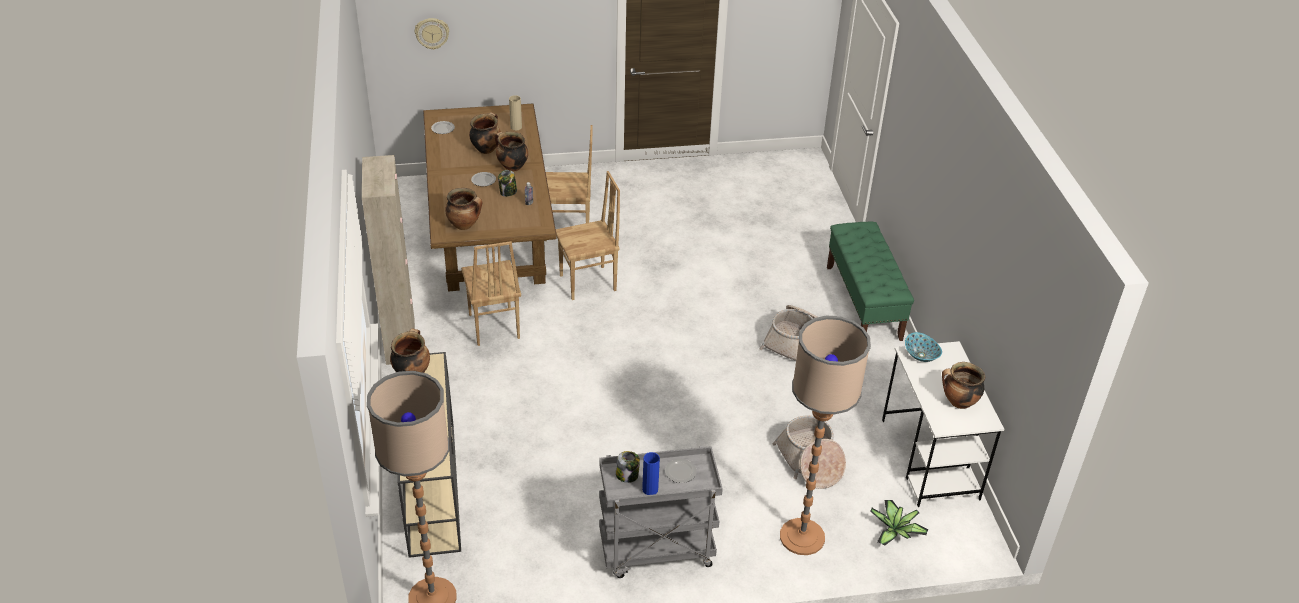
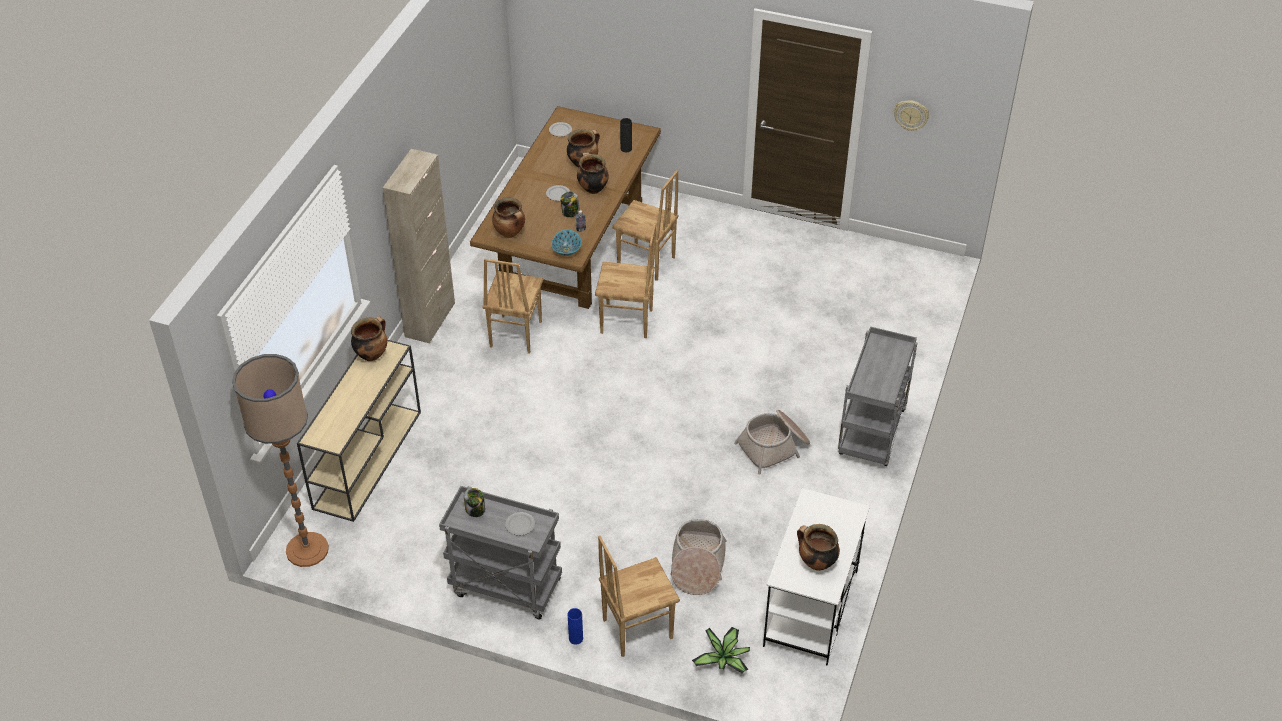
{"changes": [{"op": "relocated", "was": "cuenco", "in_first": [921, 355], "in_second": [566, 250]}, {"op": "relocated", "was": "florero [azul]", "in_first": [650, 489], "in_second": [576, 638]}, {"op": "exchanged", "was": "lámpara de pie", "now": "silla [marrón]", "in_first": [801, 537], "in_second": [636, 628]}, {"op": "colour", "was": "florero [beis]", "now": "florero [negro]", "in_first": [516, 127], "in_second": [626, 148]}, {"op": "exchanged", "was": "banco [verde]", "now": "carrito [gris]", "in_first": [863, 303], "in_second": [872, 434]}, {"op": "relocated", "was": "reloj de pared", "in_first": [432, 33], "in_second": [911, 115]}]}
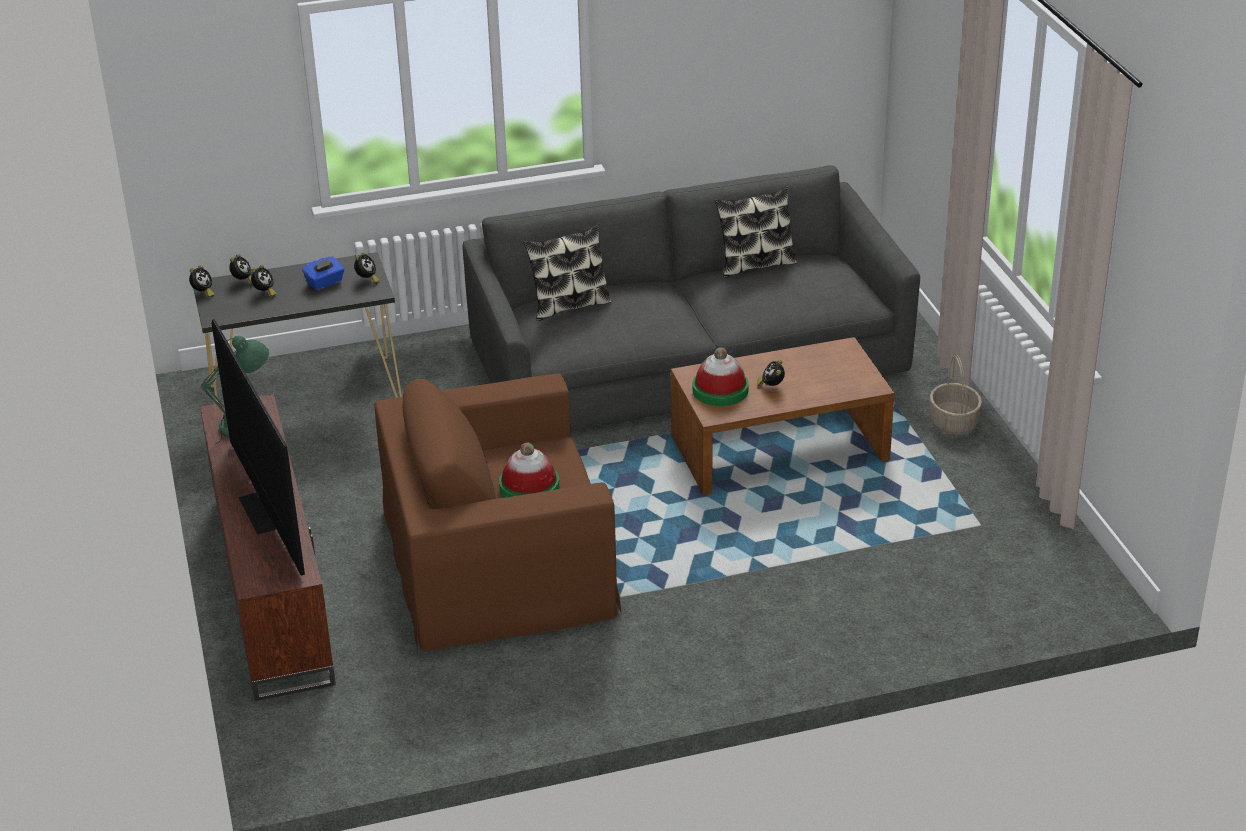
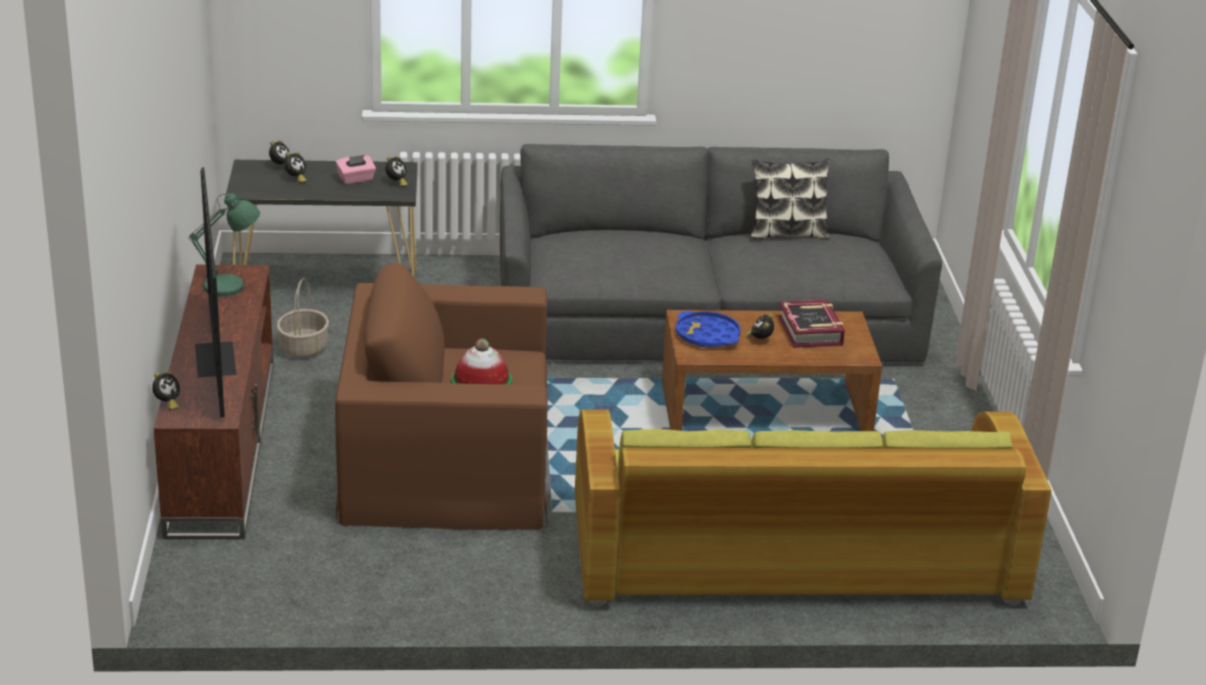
{"changes": [{"op": "relocated", "was": "despertador", "in_first": [203, 293], "in_second": [167, 404]}, {"op": "relocated", "was": "cesta", "in_first": [954, 423], "in_second": [304, 348]}, {"op": "colour", "was": "caja de pañuelos [azul]", "now": "caja de pañuelos [rosa]", "in_first": [325, 283], "in_second": [356, 179]}, {"op": "appeared", "now": "sofá [verde]", "in_second": [793, 555]}, {"op": "exchanged", "was": "sombrero", "now": "bandeja [azul]", "in_first": [720, 390], "in_second": [707, 335]}, {"op": "appeared", "now": "libro", "in_second": [811, 331]}, {"op": "missing", "was": "cojín", "in_first": [569, 305]}]}
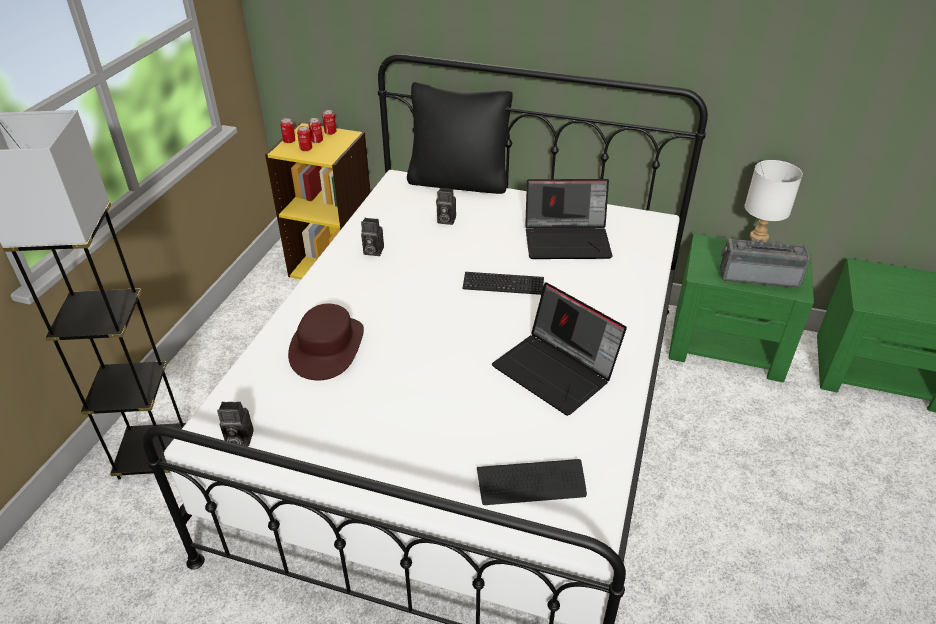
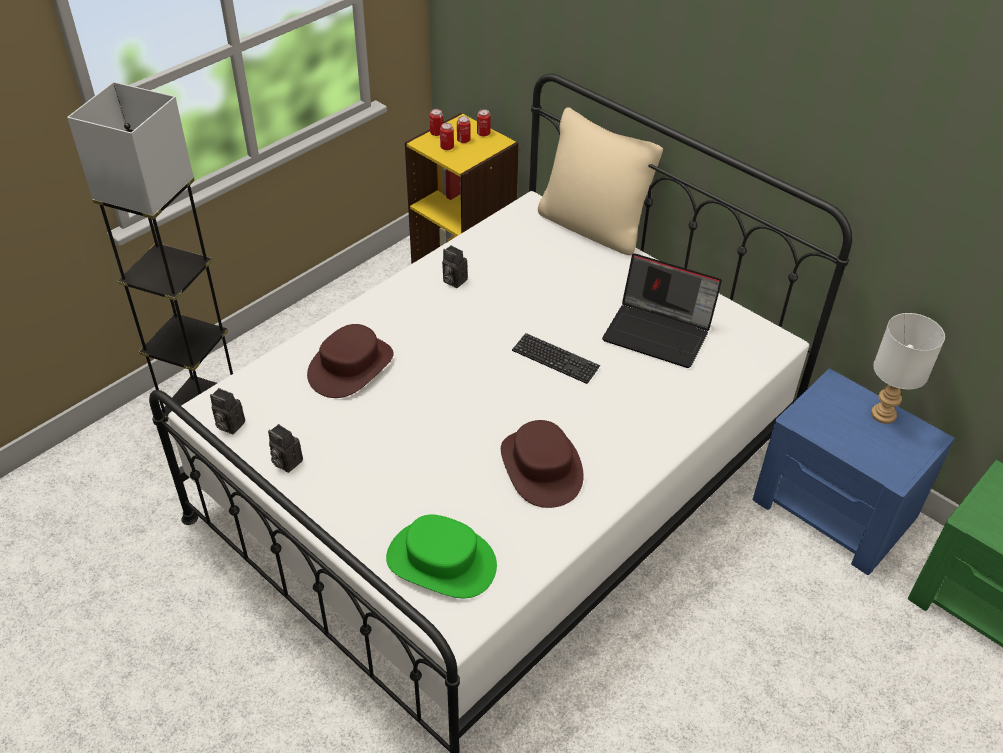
{"changes": [{"op": "relocated", "was": "cámara", "in_first": [445, 220], "in_second": [285, 462]}, {"op": "exchanged", "was": "teclado", "now": "sombrero [verde]", "in_first": [531, 483], "in_second": [441, 561]}, {"op": "exchanged", "was": "portátil", "now": "sombrero [marrón]", "in_first": [556, 371], "in_second": [541, 467]}, {"op": "colour", "was": "cojín [negro]", "now": "cojín [beis]", "in_first": [459, 181], "in_second": [593, 227]}, {"op": "colour", "was": "mesita de noche [verde]", "now": "mesita de noche [azul]", "in_first": [728, 344], "in_second": [835, 509]}, {"op": "missing", "was": "radio", "in_first": [758, 275]}]}
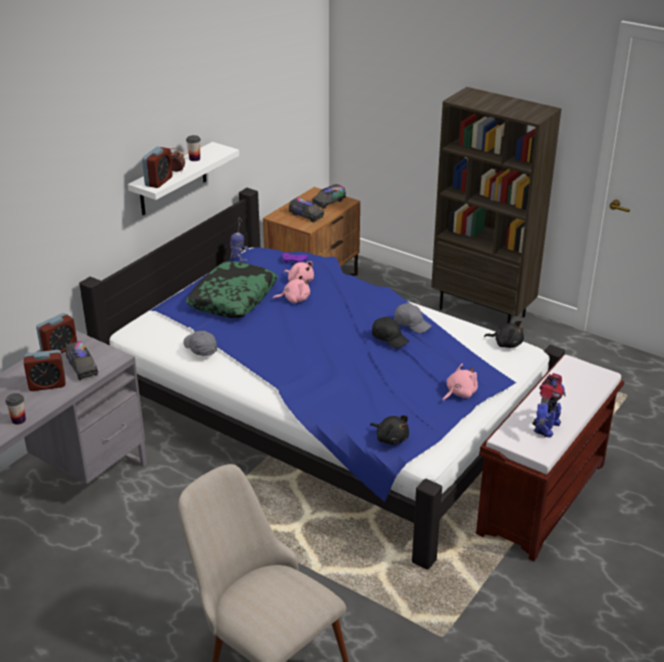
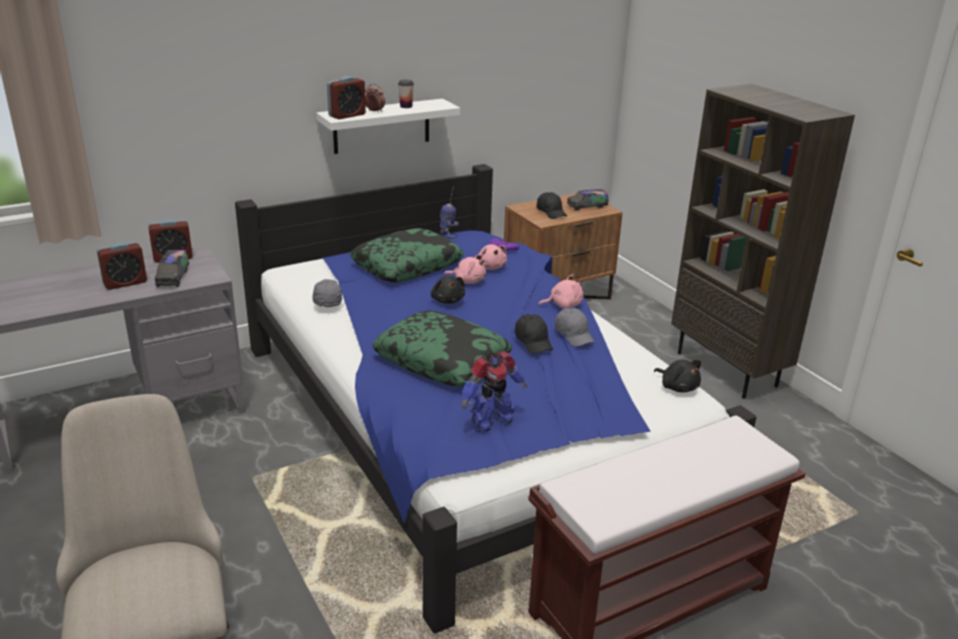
{"changes": [{"op": "spun", "was": "despertador", "in_first": [47, 384], "in_second": [125, 283], "clockwise": -45}, {"op": "appeared", "now": "cojín", "in_second": [442, 360]}, {"op": "relocated", "was": "peluche [negro]", "in_first": [391, 438], "in_second": [447, 300]}, {"op": "relocated", "was": "robot de juguete", "in_first": [545, 427], "in_second": [491, 420]}, {"op": "exchanged", "was": "camión de juguete", "now": "gorra [negro]", "in_first": [306, 215], "in_second": [551, 212]}, {"op": "relocated", "was": "peluche [rosa]", "in_first": [459, 393], "in_second": [563, 305]}, {"op": "missing", "was": "taza", "in_first": [18, 420]}]}
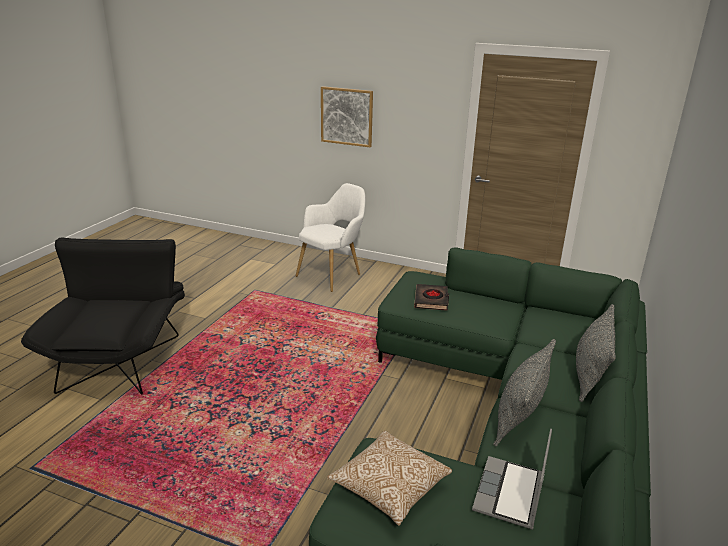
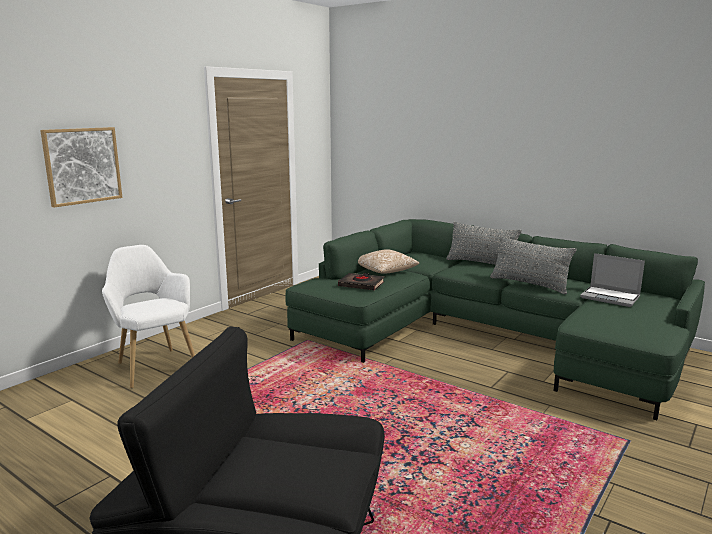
{"changes": [{"op": "relocated", "was": "cojín", "in_first": [389, 487], "in_second": [384, 271]}]}
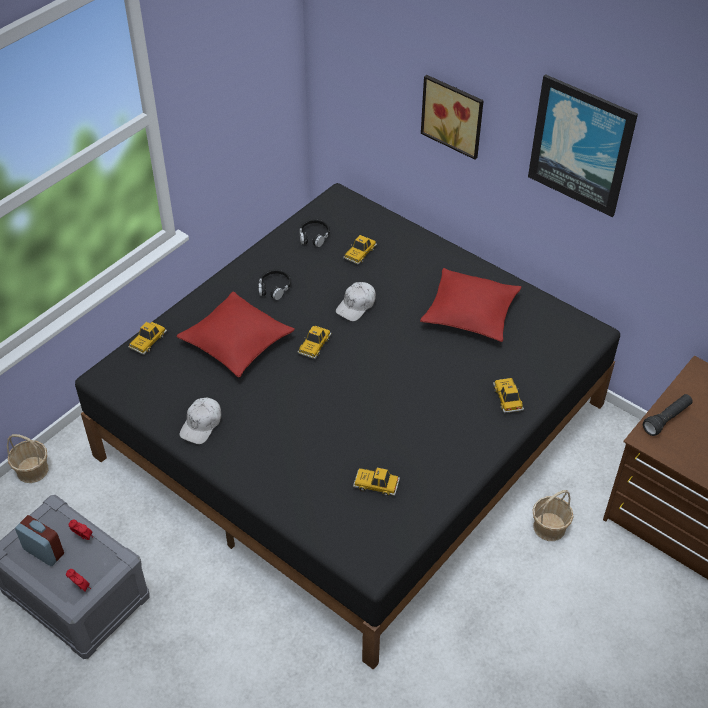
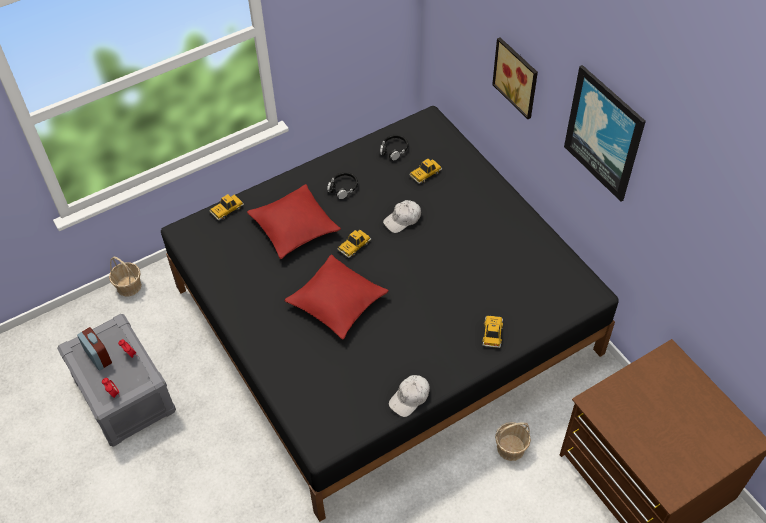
{"changes": [{"op": "relocated", "was": "cojín [rojo]", "in_first": [470, 313], "in_second": [337, 302]}, {"op": "relocated", "was": "gorra [blanco]", "in_first": [201, 424], "in_second": [410, 398]}, {"op": "missing", "was": "coche de juguete", "in_first": [376, 484]}, {"op": "missing", "was": "linterna [negro]", "in_first": [666, 419]}]}
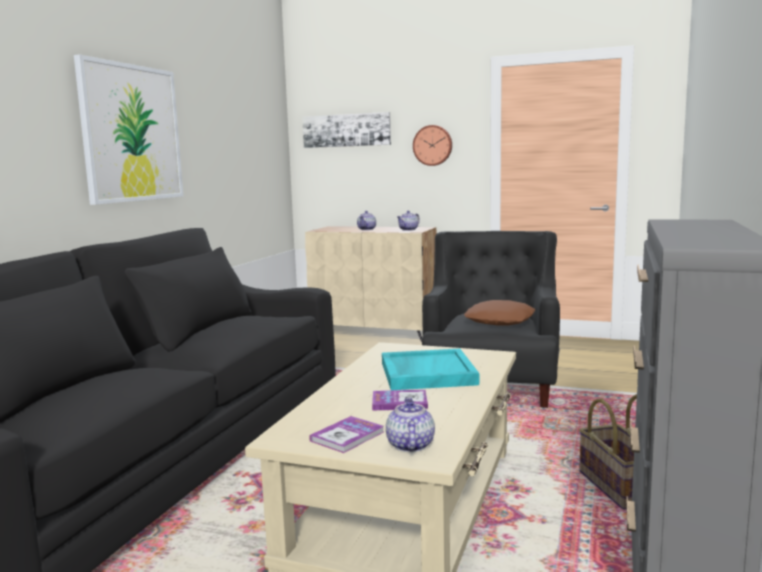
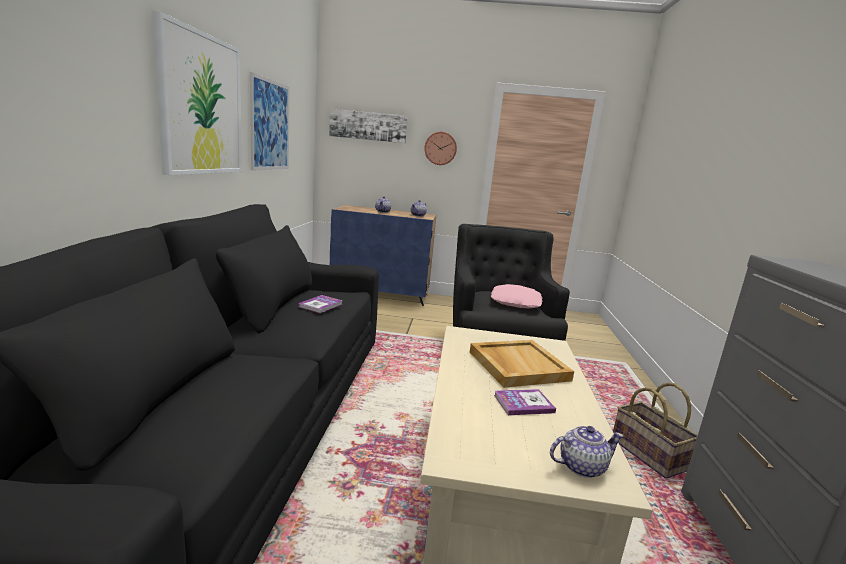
{"changes": [{"op": "appeared", "now": "cuadro", "in_second": [270, 125]}, {"op": "relocated", "was": "libro", "in_first": [347, 436], "in_second": [320, 305]}, {"op": "colour", "was": "armario [beis]", "now": "armario [azul]", "in_first": [375, 332], "in_second": [381, 294]}, {"op": "colour", "was": "bandeja [turquesa]", "now": "bandeja [beis]", "in_first": [426, 373], "in_second": [517, 365]}, {"op": "colour", "was": "cojín [marrón]", "now": "cojín [rosa]", "in_first": [500, 321], "in_second": [516, 302]}, {"op": "spun", "was": "tetera", "in_first": [409, 445], "in_second": [581, 466], "clockwise": 90}]}
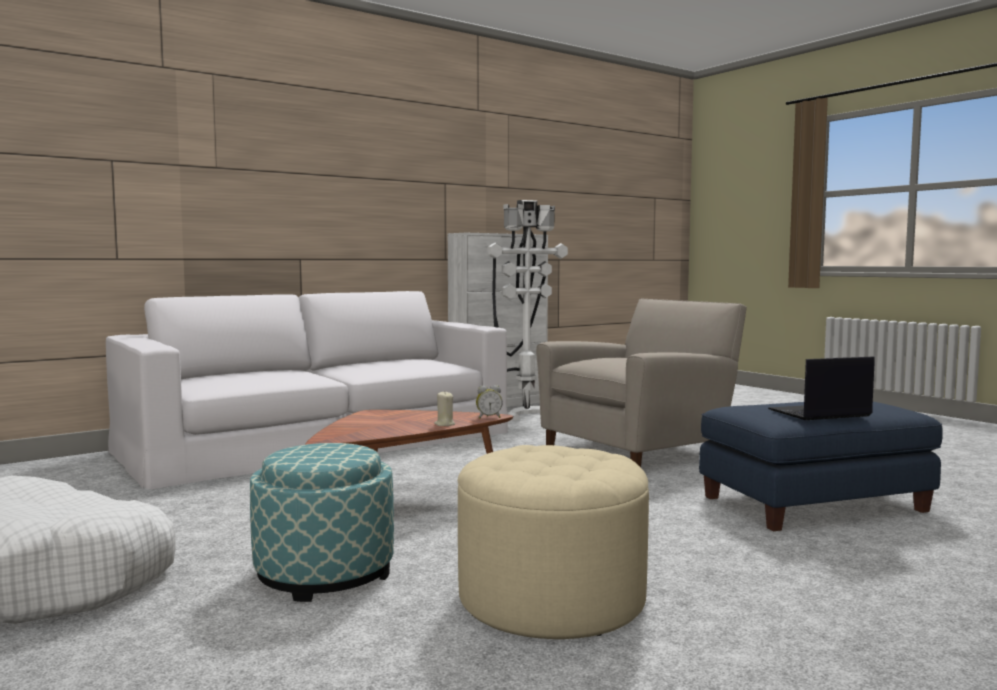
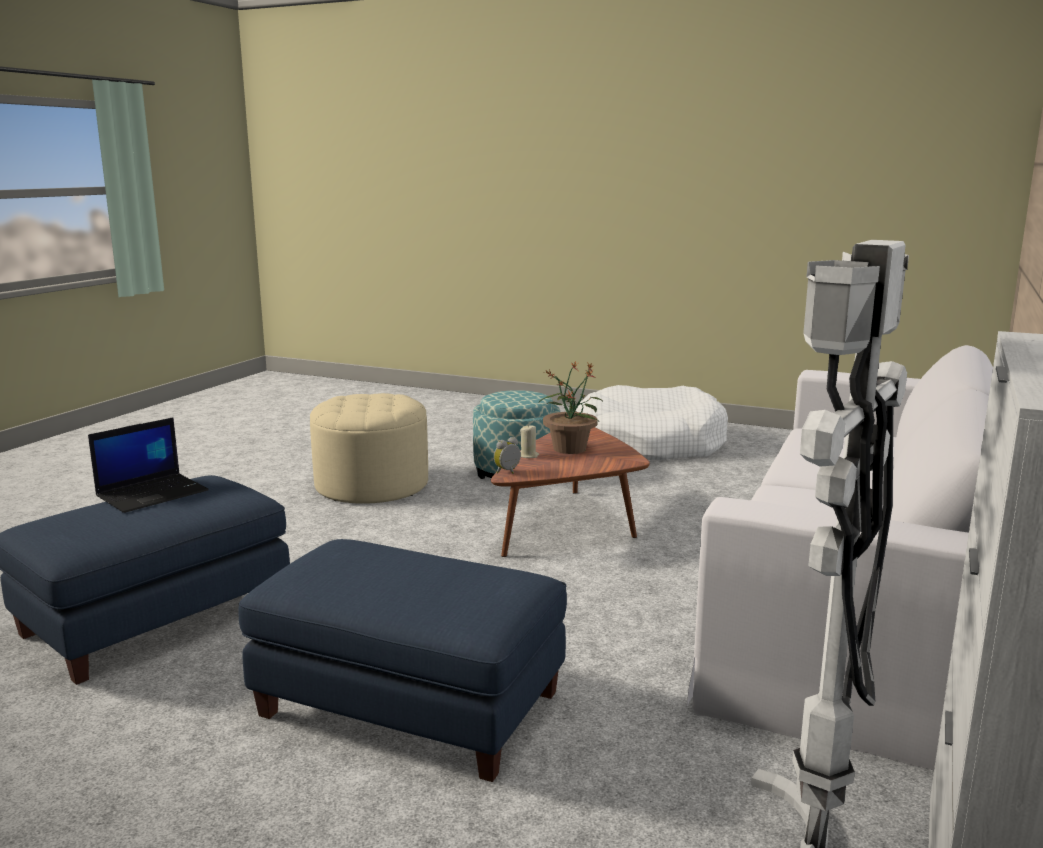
{"changes": [{"op": "exchanged", "was": "sillón [beis]", "now": "puf [azul]", "in_first": [639, 450], "in_second": [408, 703]}, {"op": "appeared", "now": "planta en maceta", "in_second": [569, 448]}]}
